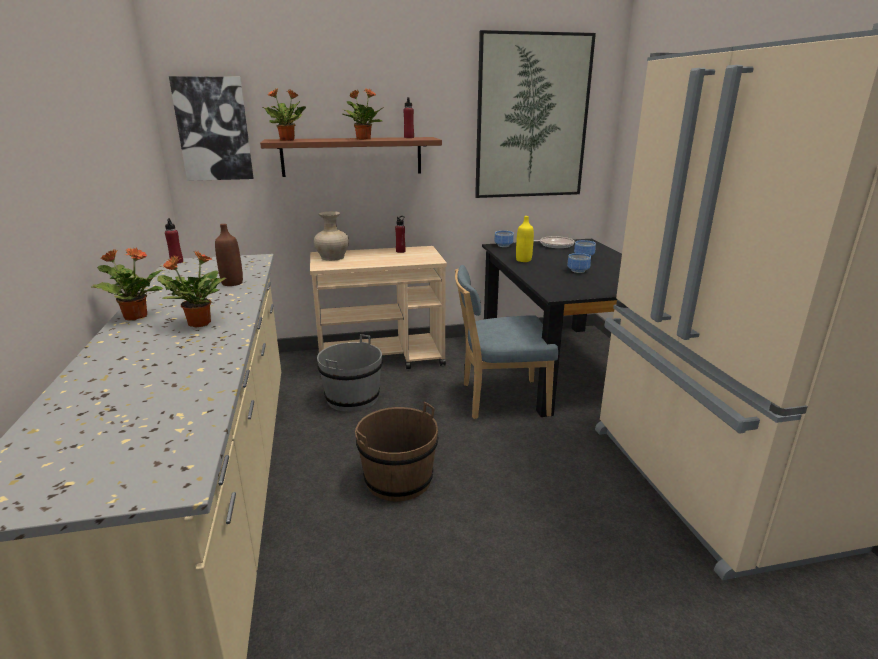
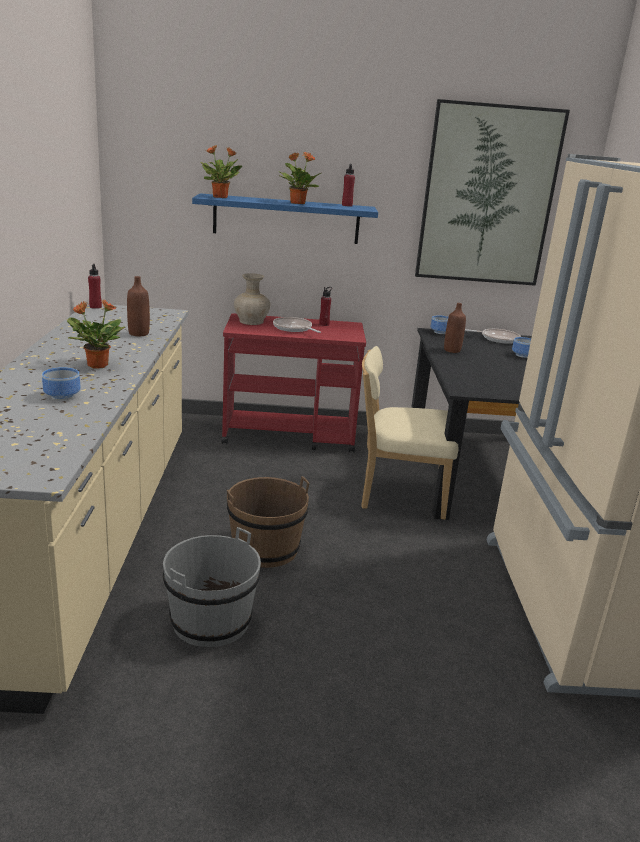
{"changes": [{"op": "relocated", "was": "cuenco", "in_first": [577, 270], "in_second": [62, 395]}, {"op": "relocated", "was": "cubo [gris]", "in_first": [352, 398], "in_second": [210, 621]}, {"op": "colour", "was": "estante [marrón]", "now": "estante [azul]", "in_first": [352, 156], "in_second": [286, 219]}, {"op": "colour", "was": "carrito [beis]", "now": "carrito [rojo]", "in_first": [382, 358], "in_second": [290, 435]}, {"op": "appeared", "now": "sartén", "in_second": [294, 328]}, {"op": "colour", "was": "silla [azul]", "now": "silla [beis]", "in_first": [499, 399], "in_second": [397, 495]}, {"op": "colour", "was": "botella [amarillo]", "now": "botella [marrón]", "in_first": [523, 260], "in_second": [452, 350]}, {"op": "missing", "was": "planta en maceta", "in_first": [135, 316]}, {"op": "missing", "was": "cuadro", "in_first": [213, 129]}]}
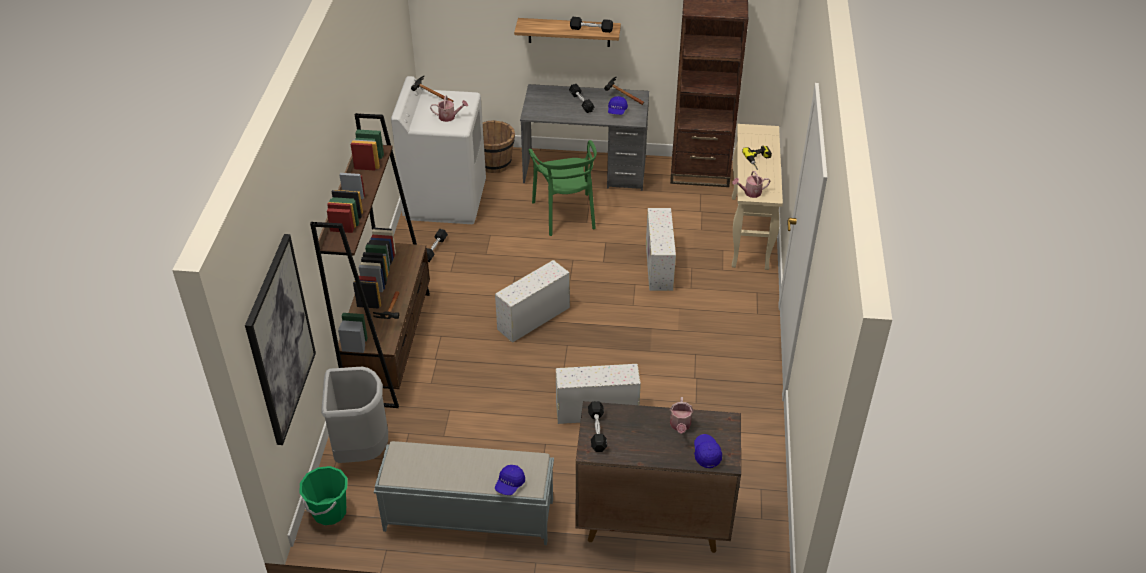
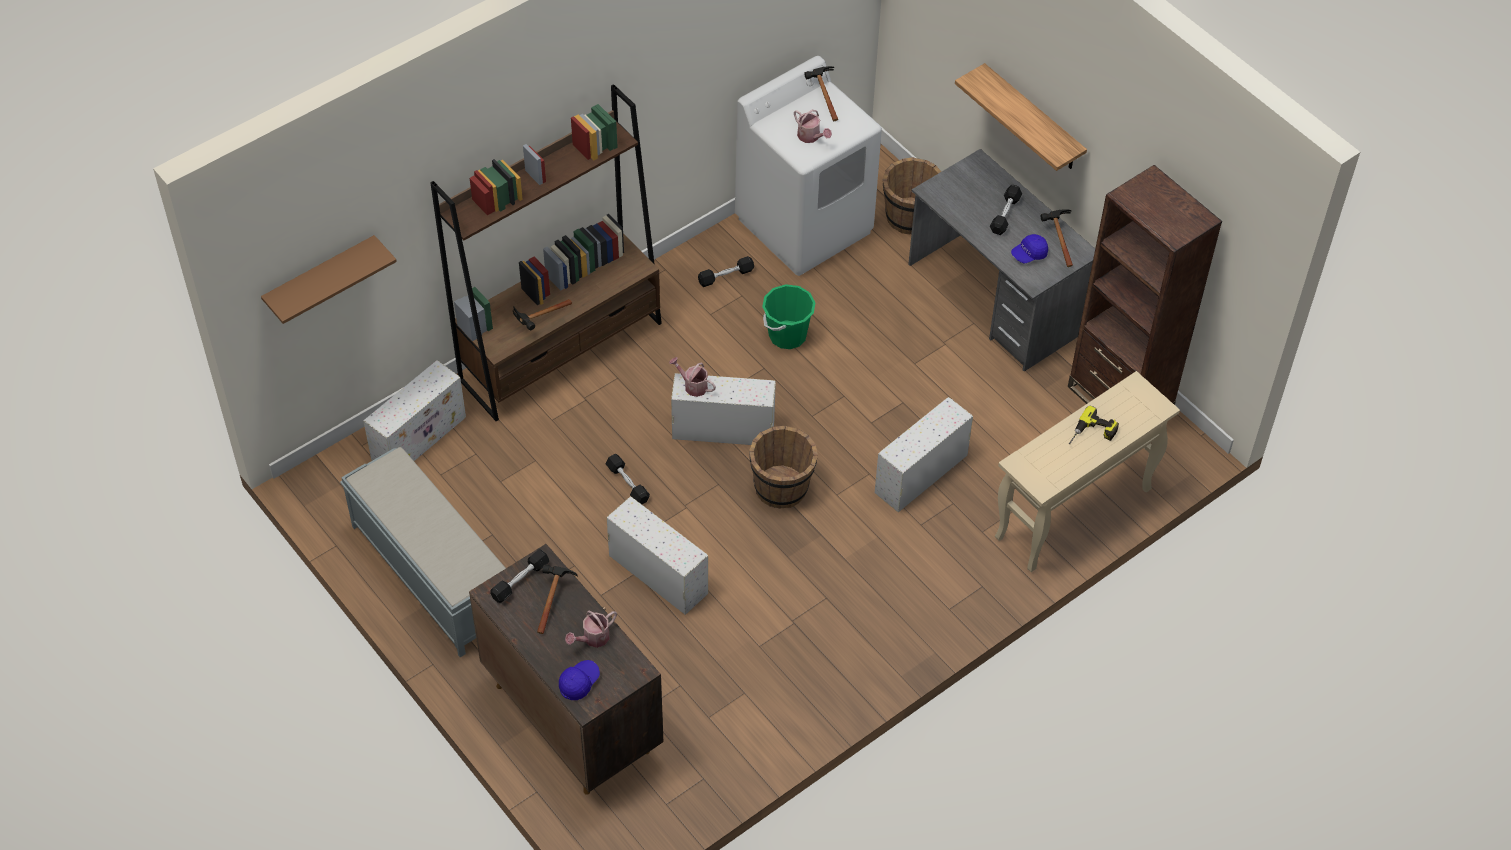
{"changes": [{"op": "exchanged", "was": "cuadro", "now": "estante [marrón]", "in_first": [280, 340], "in_second": [321, 279]}, {"op": "exchanged", "was": "papelera [gris]", "now": "caja de almacenaje [blanco]", "in_first": [361, 451], "in_second": [420, 437]}, {"op": "appeared", "now": "martillo", "in_second": [553, 598]}, {"op": "relocated", "was": "mancuerna [negro]", "in_first": [591, 29], "in_second": [627, 483]}, {"op": "relocated", "was": "regadera", "in_first": [750, 193], "in_second": [693, 385]}, {"op": "appeared", "now": "cubo [marrón]", "in_second": [782, 488]}, {"op": "relocated", "was": "cubo [verde]", "in_first": [329, 511], "in_second": [787, 335]}, {"op": "missing", "was": "gorra [azul]", "in_first": [510, 484]}, {"op": "missing", "was": "silla [verde]", "in_first": [565, 214]}]}
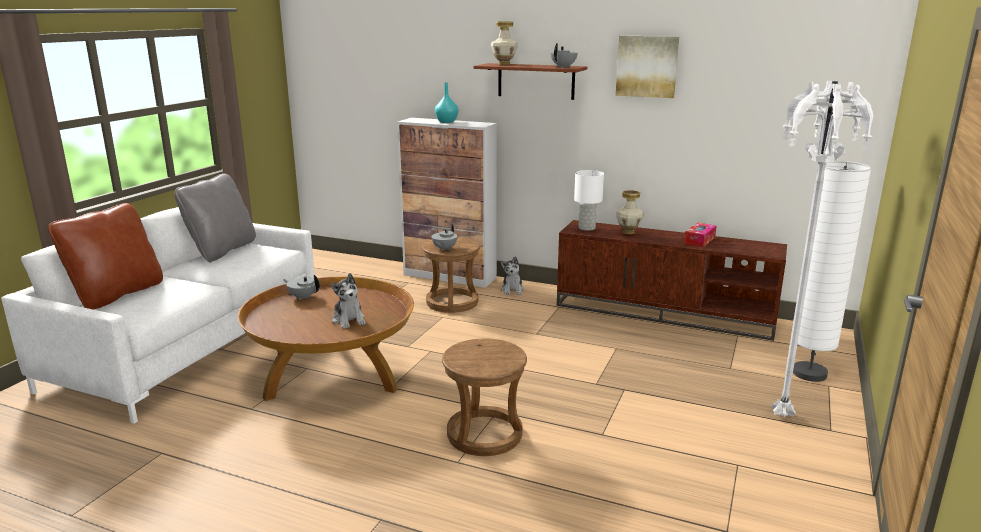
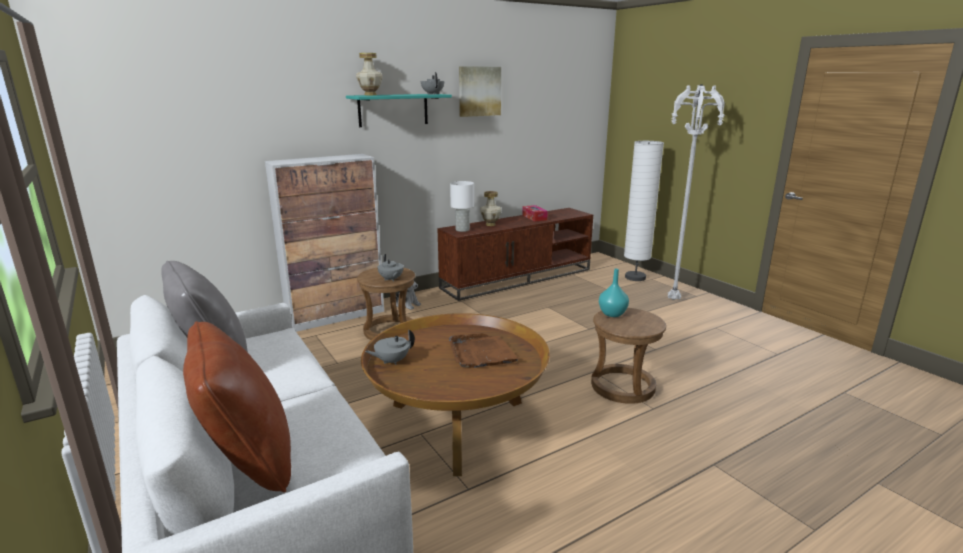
{"changes": [{"op": "colour", "was": "estante [marrón]", "now": "estante [turquesa]", "in_first": [536, 81], "in_second": [393, 110]}, {"op": "exchanged", "was": "peluche", "now": "bandeja [marrón]", "in_first": [349, 320], "in_second": [481, 353]}, {"op": "relocated", "was": "florero [turquesa]", "in_first": [446, 122], "in_second": [611, 314]}]}
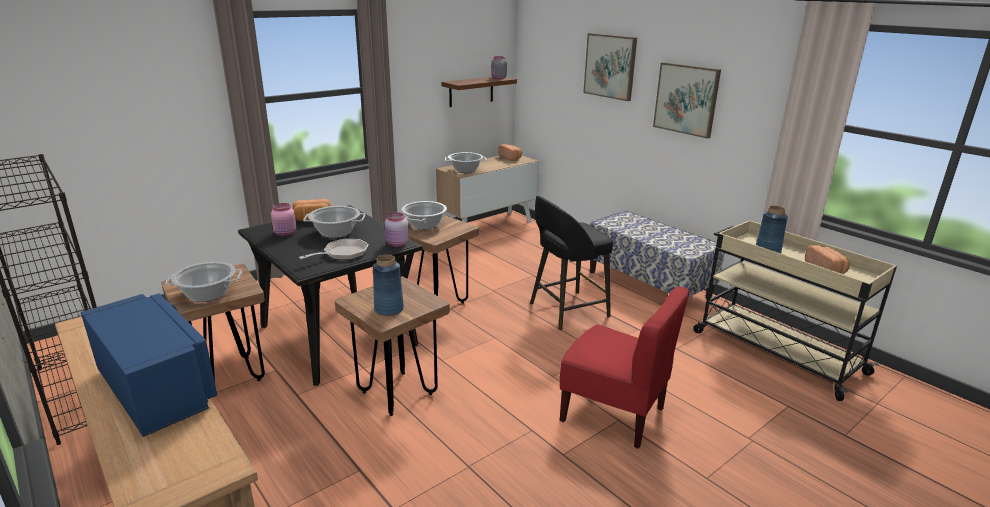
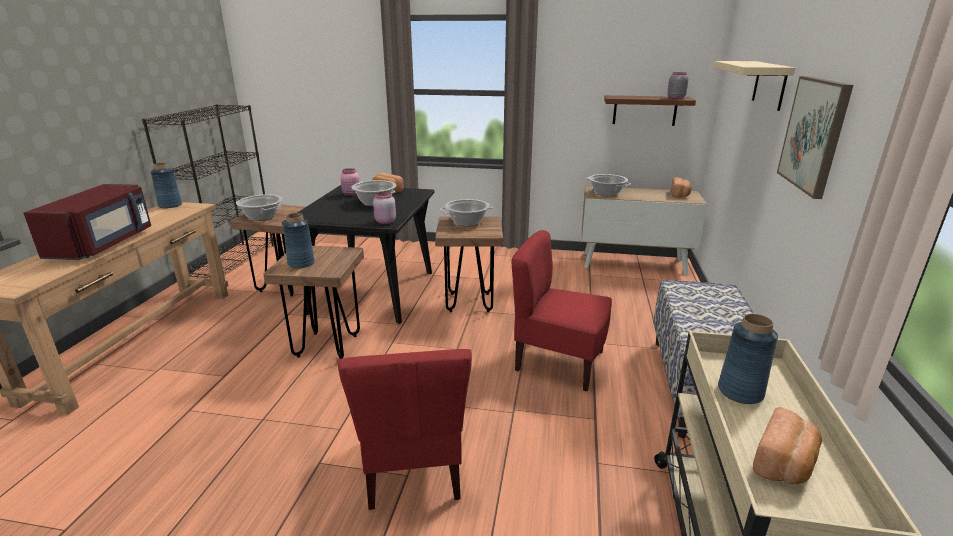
{"changes": [{"op": "colour", "was": "microondas [azul]", "now": "microondas [rojo]", "in_first": [158, 389], "in_second": [104, 244]}, {"op": "appeared", "now": "florero [azul]", "in_second": [170, 205]}, {"op": "exchanged", "was": "taburete [negro]", "now": "silla [rojo]", "in_first": [566, 310], "in_second": [558, 362]}, {"op": "exchanged", "was": "cuadro", "now": "estante [beis]", "in_first": [610, 66], "in_second": [769, 85]}, {"op": "missing", "was": "sartén", "in_first": [342, 254]}]}
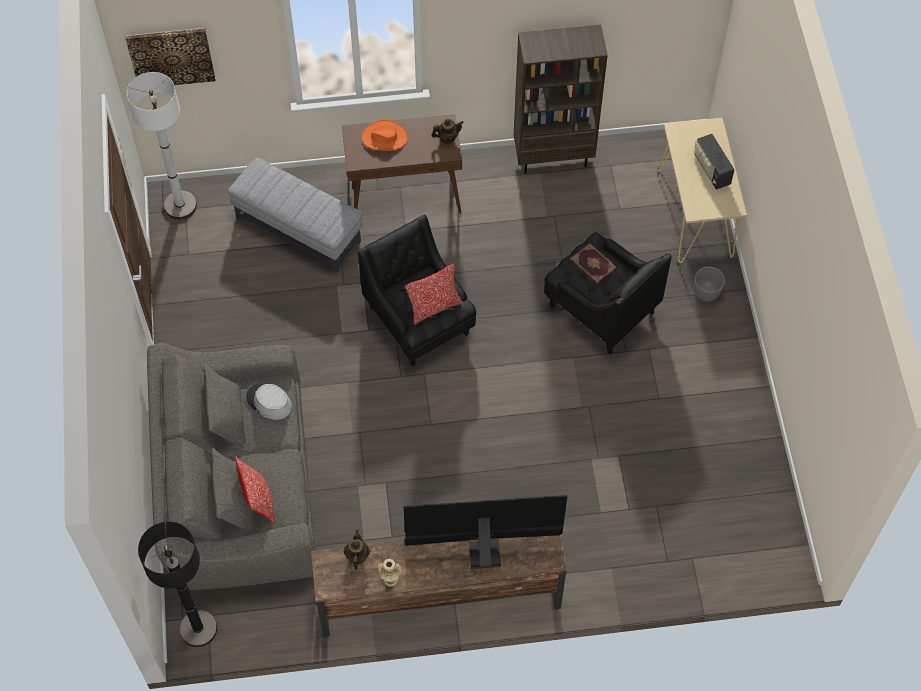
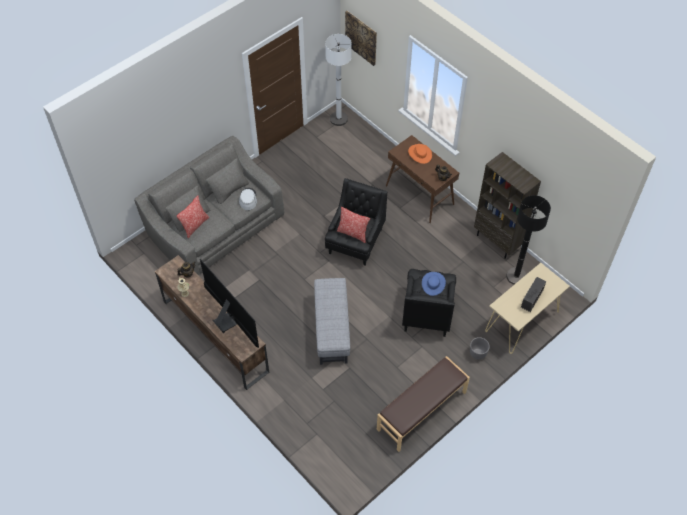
{"changes": [{"op": "relocated", "was": "puf [gris]", "in_first": [298, 230], "in_second": [331, 329]}, {"op": "appeared", "now": "banco [marrón]", "in_second": [422, 411]}, {"op": "exchanged", "was": "libro", "now": "sombrero [azul]", "in_first": [593, 264], "in_second": [433, 283]}, {"op": "relocated", "was": "lámpara de pie [negro]", "in_first": [198, 629], "in_second": [516, 276]}]}
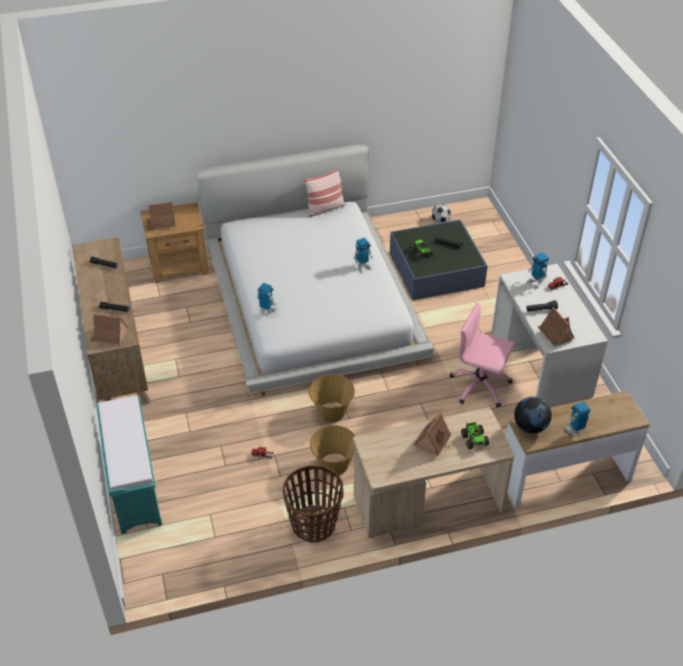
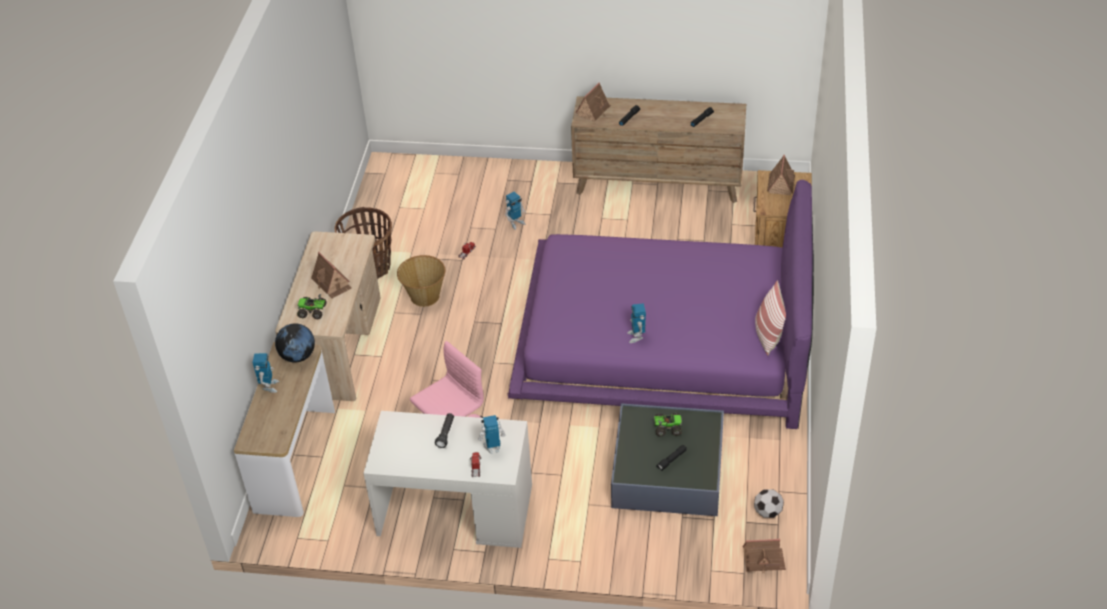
{"changes": [{"op": "relocated", "was": "robot de juguete", "in_first": [267, 311], "in_second": [516, 223]}, {"op": "colour", "was": "cama [blanco]", "now": "cama [morado]", "in_first": [311, 302], "in_second": [663, 339]}, {"op": "relocated", "was": "casita", "in_first": [555, 334], "in_second": [763, 560]}, {"op": "missing", "was": "banco [turquesa]", "in_first": [134, 486]}, {"op": "missing", "was": "cesta", "in_first": [332, 412]}]}
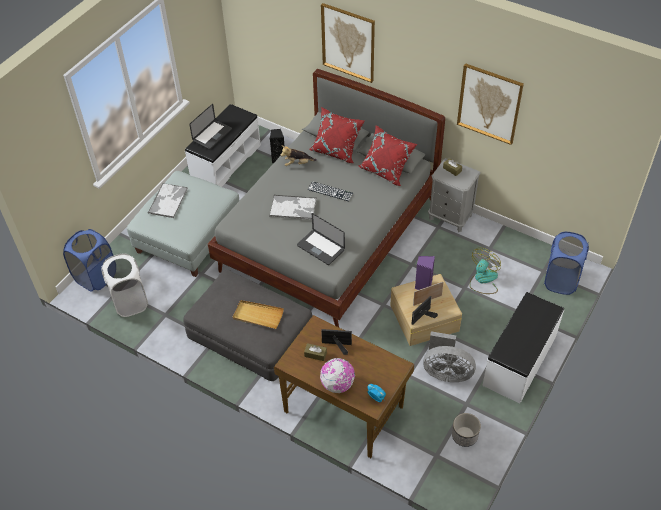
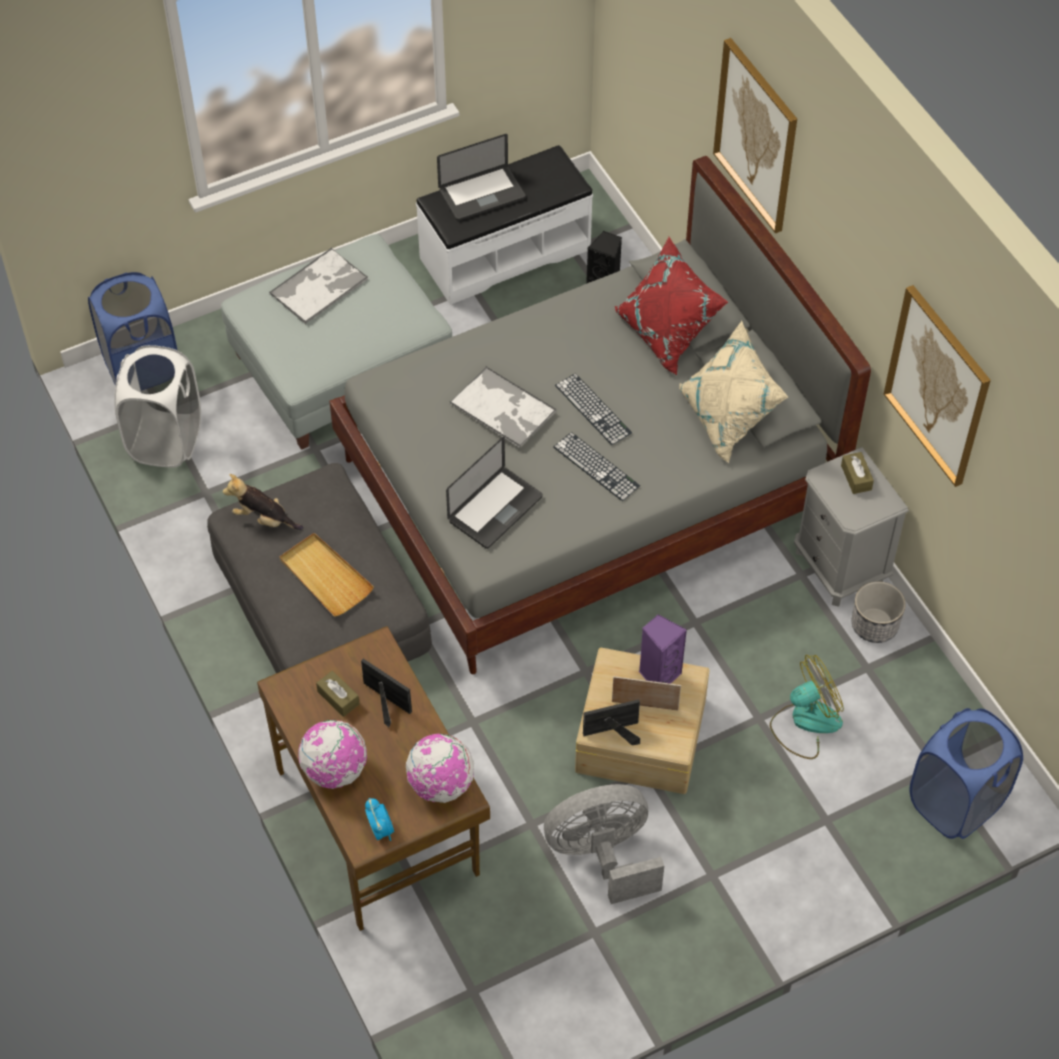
{"changes": [{"op": "relocated", "was": "peluche", "in_first": [297, 163], "in_second": [264, 519]}, {"op": "appeared", "now": "globo terráqueo", "in_second": [441, 785]}, {"op": "spun", "was": "portátil", "in_first": [320, 248], "in_second": [495, 509], "clockwise": -120}, {"op": "spun", "was": "ventilador [gris]", "in_first": [446, 372], "in_second": [602, 855], "clockwise": 120}, {"op": "appeared", "now": "teclado", "in_second": [596, 466]}, {"op": "colour", "was": "cojín [rojo]", "now": "cojín [beis]", "in_first": [386, 170], "in_second": [728, 418]}, {"op": "relocated", "was": "maceta", "in_first": [464, 436], "in_second": [874, 625]}, {"op": "missing", "was": "banco [blanco]", "in_first": [520, 361]}]}
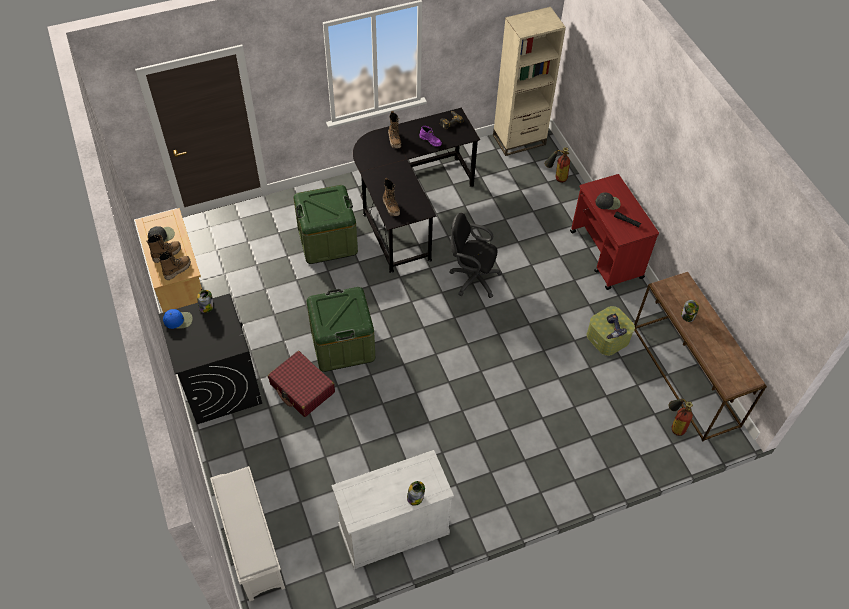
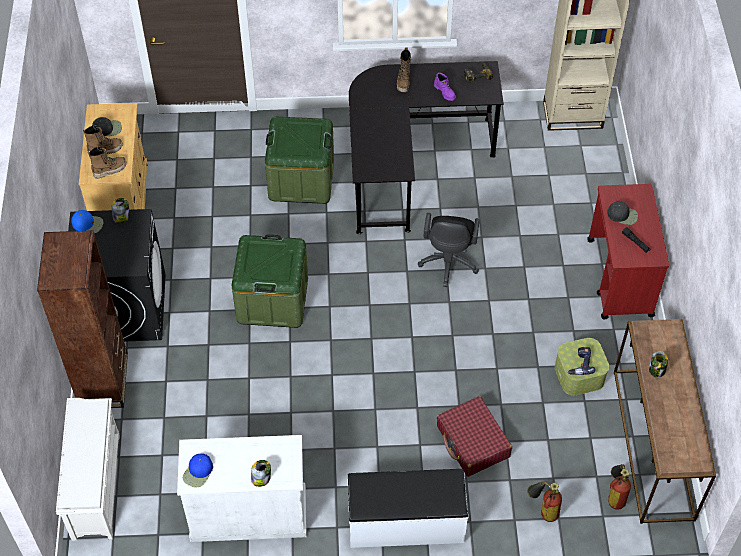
{"changes": [{"op": "appeared", "now": "estantería [marrón]", "in_second": [104, 380]}, {"op": "appeared", "now": "gorra [azul]", "in_second": [198, 472]}, {"op": "appeared", "now": "banco [blanco]", "in_second": [406, 523]}, {"op": "spun", "was": "silla de oficina [negro]", "in_first": [472, 278], "in_second": [448, 264], "clockwise": -120}, {"op": "relocated", "was": "maleta [rojo]", "in_first": [302, 389], "in_second": [473, 442]}, {"op": "relocated", "was": "extintor", "in_first": [556, 177], "in_second": [543, 510]}, {"op": "missing", "was": "bota", "in_first": [391, 207]}]}
